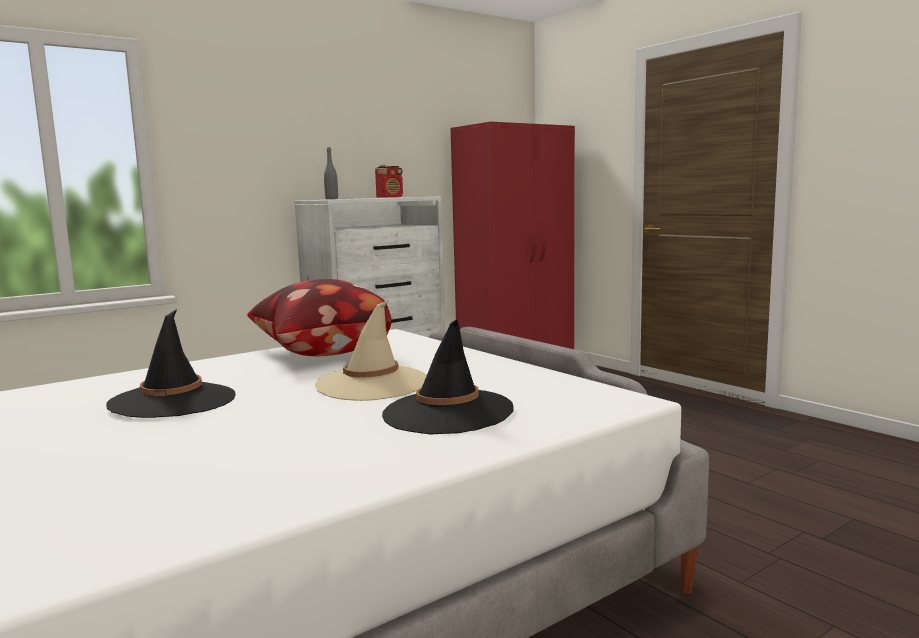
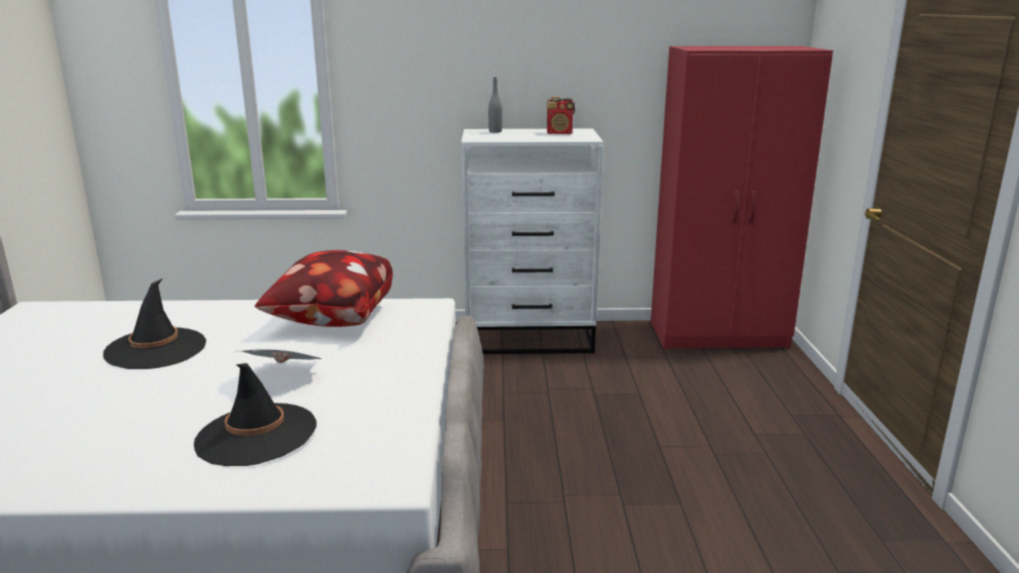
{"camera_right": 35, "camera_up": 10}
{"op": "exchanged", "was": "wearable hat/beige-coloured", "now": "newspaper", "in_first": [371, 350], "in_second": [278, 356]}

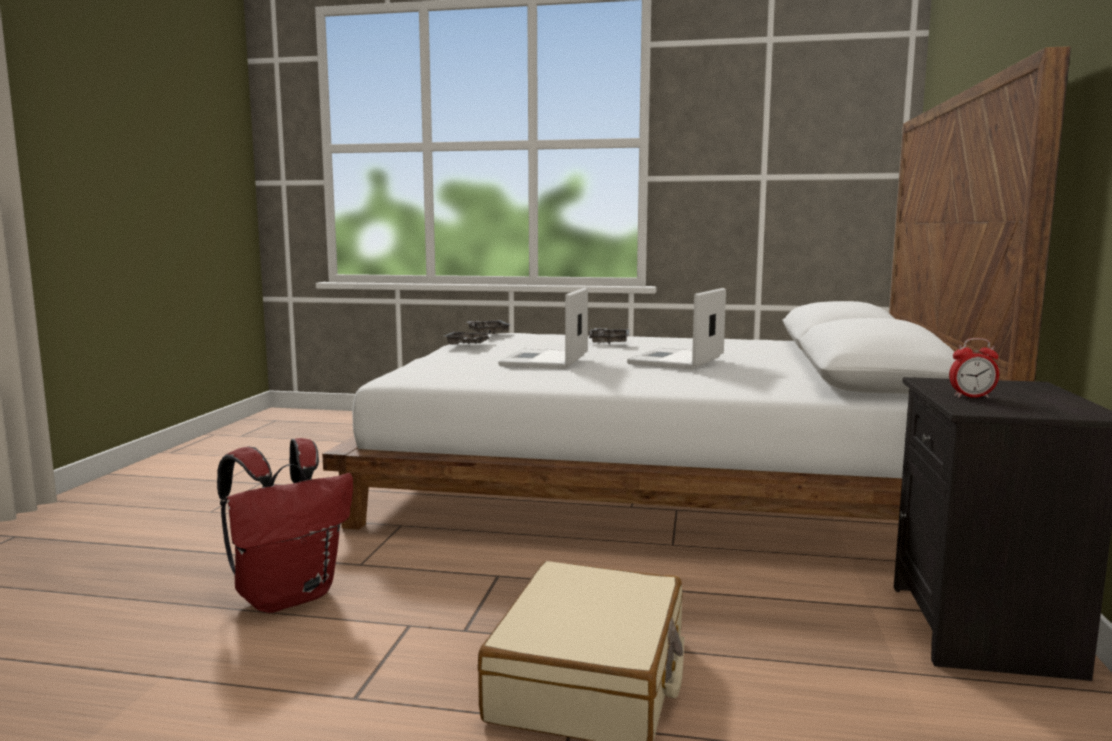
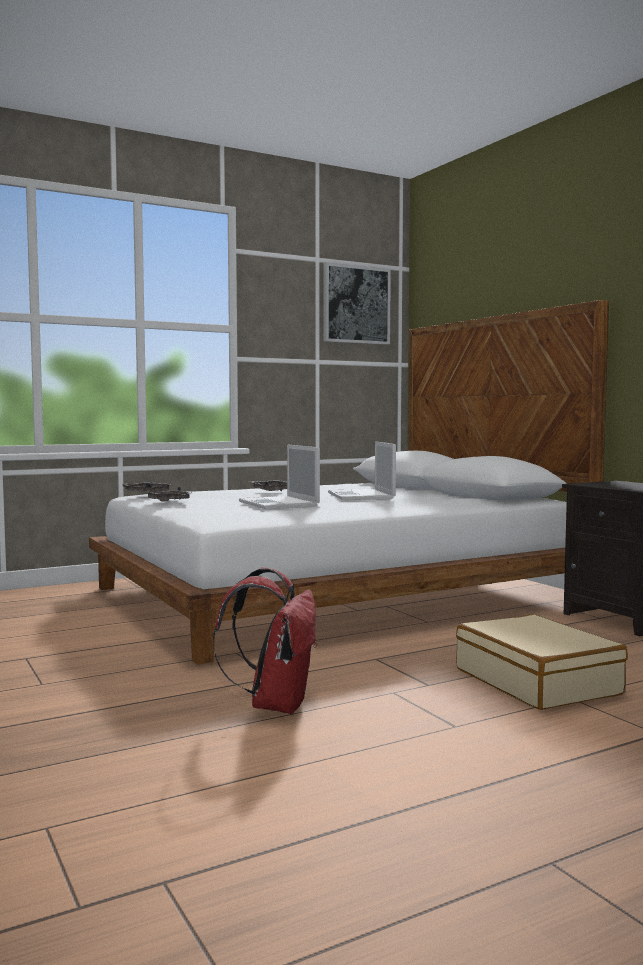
{"camera_right": -40, "camera_up": -5}
{"op": "missing", "was": "bedside clock", "in_first": [974, 368]}
{"op": "appeared", "now": "wall picture", "in_second": [357, 303]}

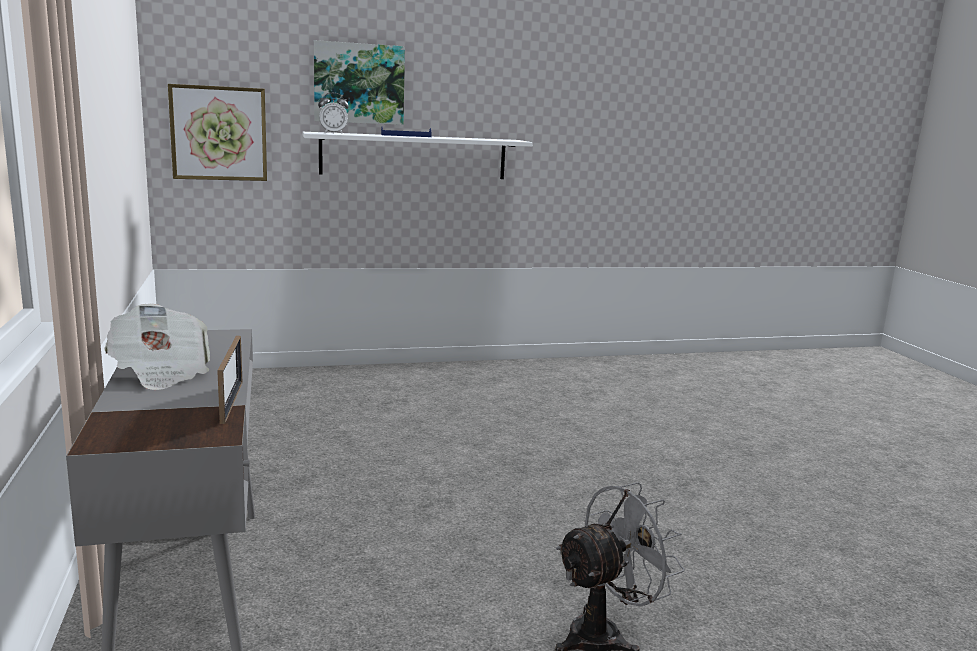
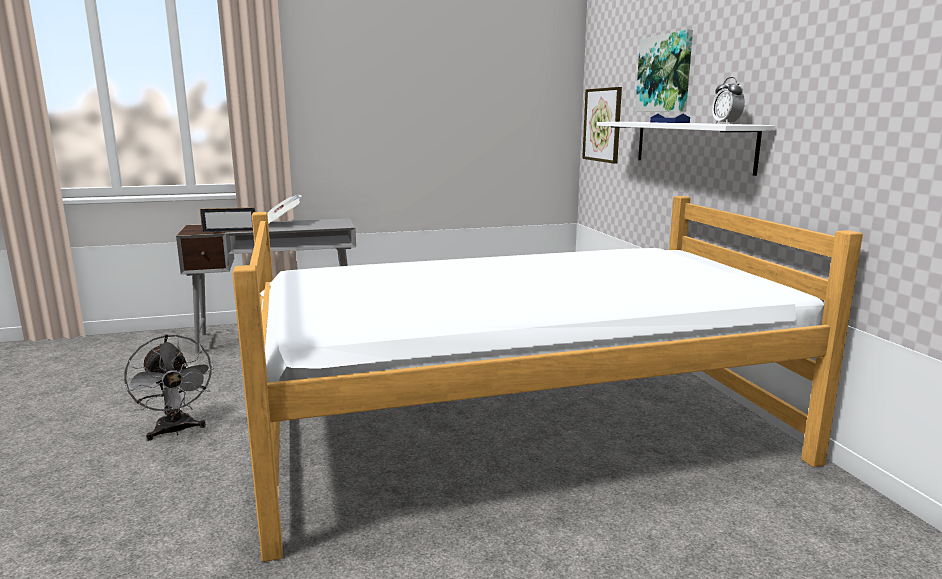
{"camera_right": 90, "camera_up": 0}
{"op": "relocated", "was": "bedside clock", "in_first": [333, 113], "in_second": [728, 100]}
{"op": "appeared", "now": "bed", "in_second": [547, 379]}

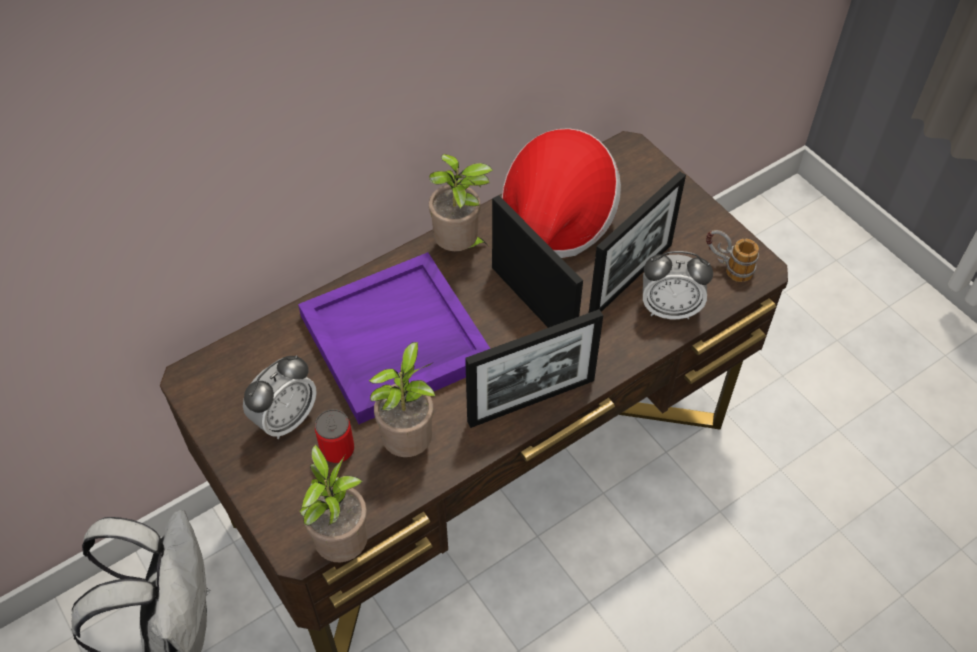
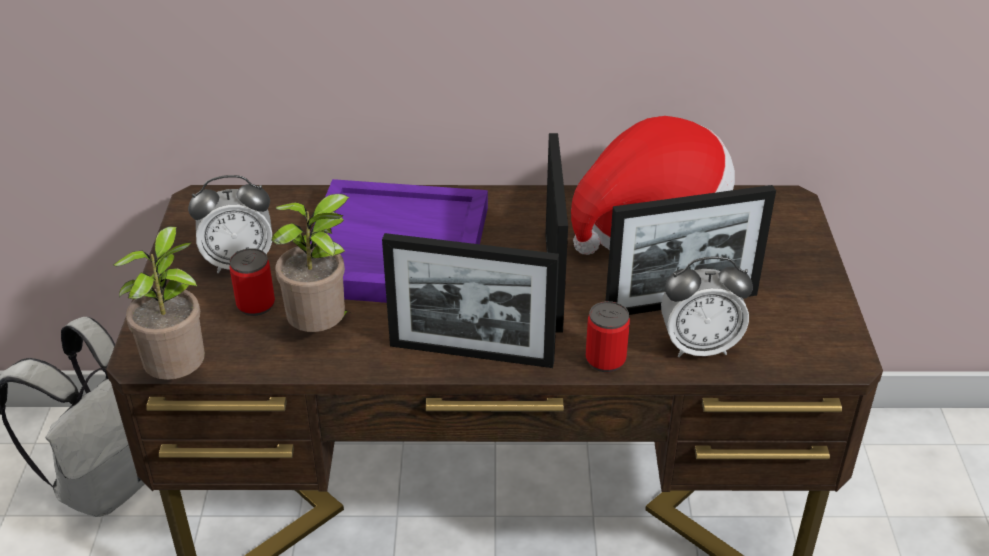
{"camera_right": 35, "camera_up": -15}
{"op": "missing", "was": "houseplant", "in_first": [461, 202]}
{"op": "missing", "was": "coffee mug", "in_first": [732, 256]}
{"op": "spun", "was": "bedside clock", "in_first": [678, 285], "in_second": [707, 306], "clockwise": -45}
{"op": "appeared", "now": "sealed can", "in_second": [608, 336]}

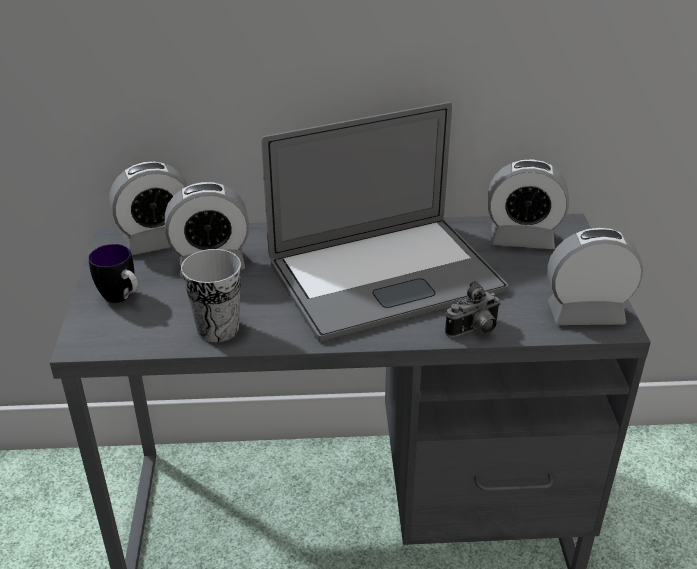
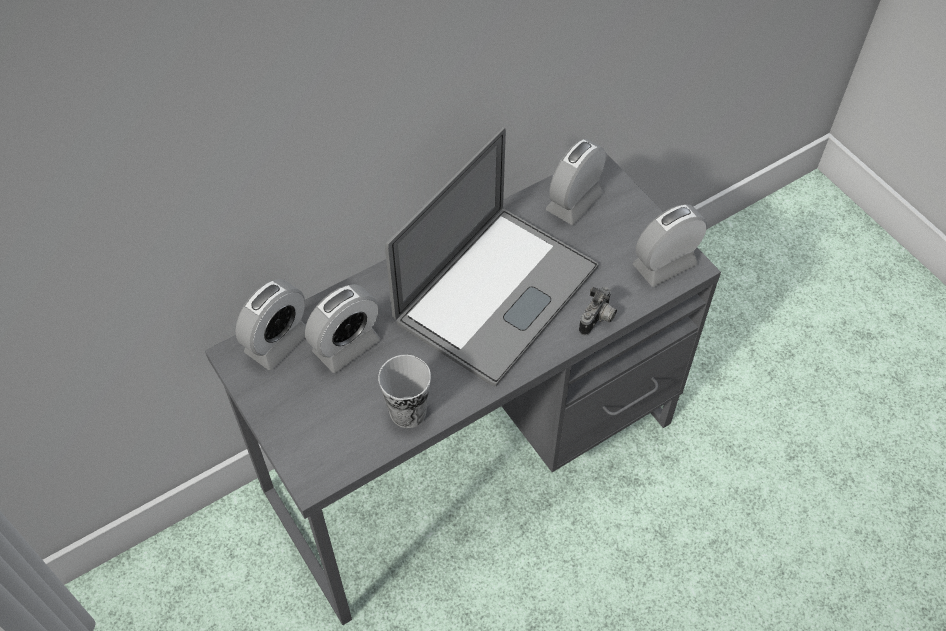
{"camera_right": -30, "camera_up": 20}
{"op": "spun", "was": "bedside clock", "in_first": [528, 204], "in_second": [576, 182], "clockwise": 150}
{"op": "missing", "was": "coffee mug", "in_first": [113, 273]}

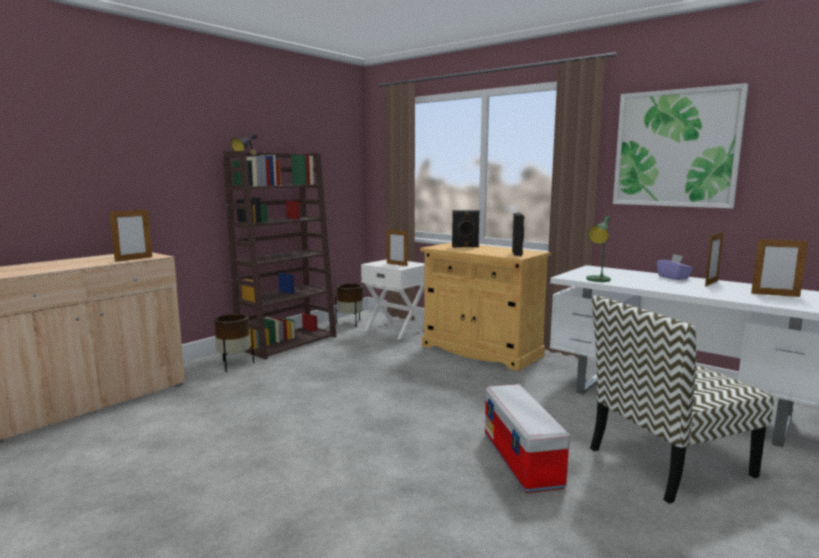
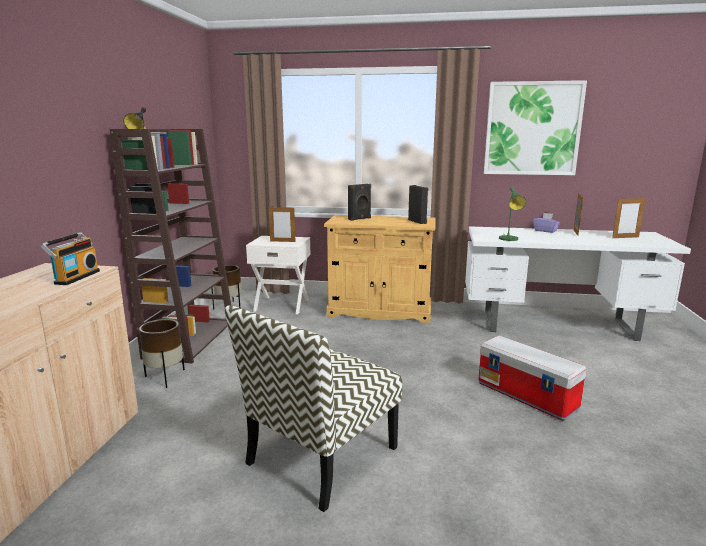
{"camera_right": -30, "camera_up": 5}
{"op": "exchanged", "was": "picture frame", "now": "radio receiver", "in_first": [131, 236], "in_second": [70, 258]}
{"op": "relocated", "was": "chair", "in_first": [682, 399], "in_second": [313, 408]}

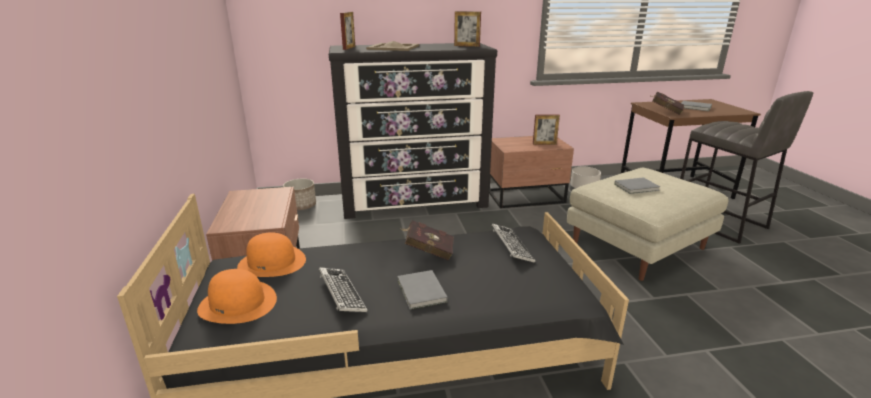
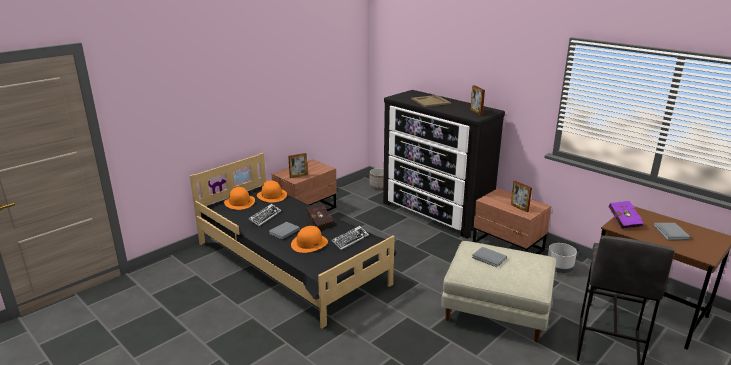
{"camera_right": 55, "camera_up": 0}
{"op": "relocated", "was": "picture frame", "in_first": [347, 31], "in_second": [298, 165]}
{"op": "colour", "was": "bound book/red", "now": "bound book/purplish", "in_first": [666, 103], "in_second": [626, 215]}
{"op": "appeared", "now": "wearable hat/orange-coloured", "in_second": [309, 239]}

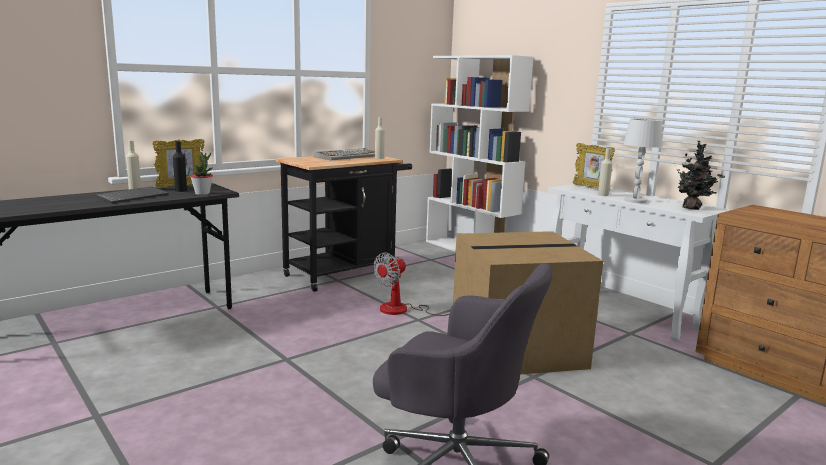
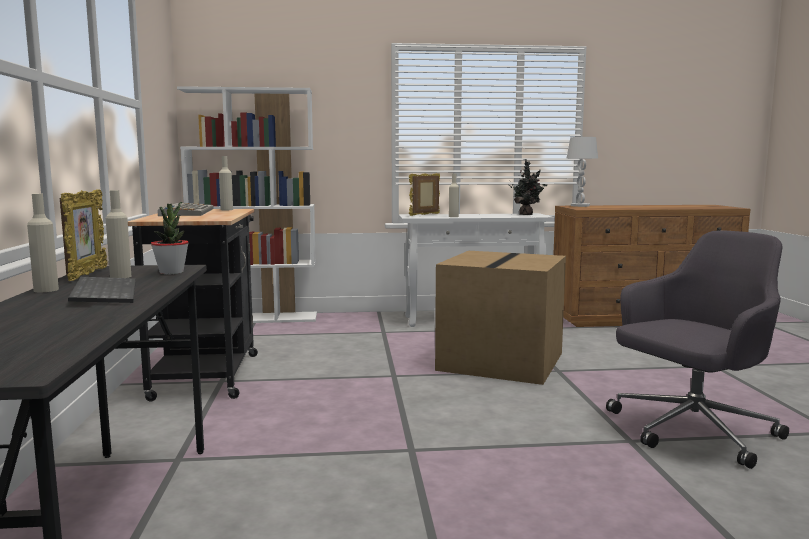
{"camera_right": -55, "camera_up": -5}
{"op": "relocated", "was": "tabletop lamp/white", "in_first": [642, 161], "in_second": [582, 172]}
{"op": "colour", "was": "drink bottle/black-coloured", "now": "drink bottle/beige-coloured", "in_first": [180, 166], "in_second": [118, 234]}
{"op": "spun", "was": "picture frame", "in_first": [594, 167], "in_second": [424, 194], "clockwise": 135}
{"op": "missing", "was": "electric fan", "in_first": [411, 284]}

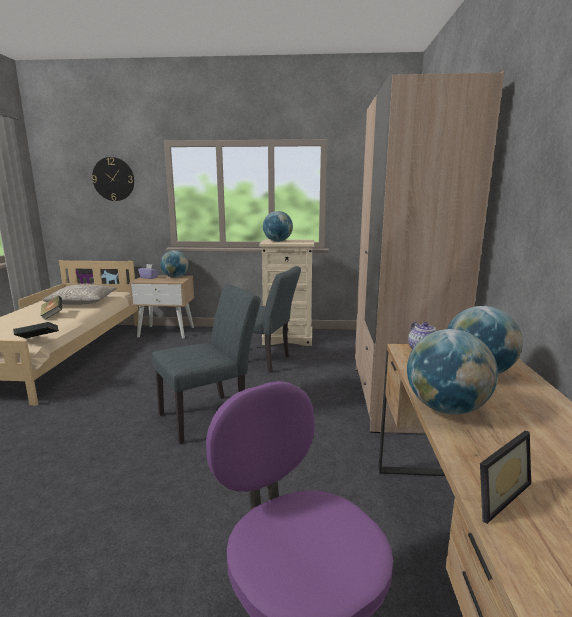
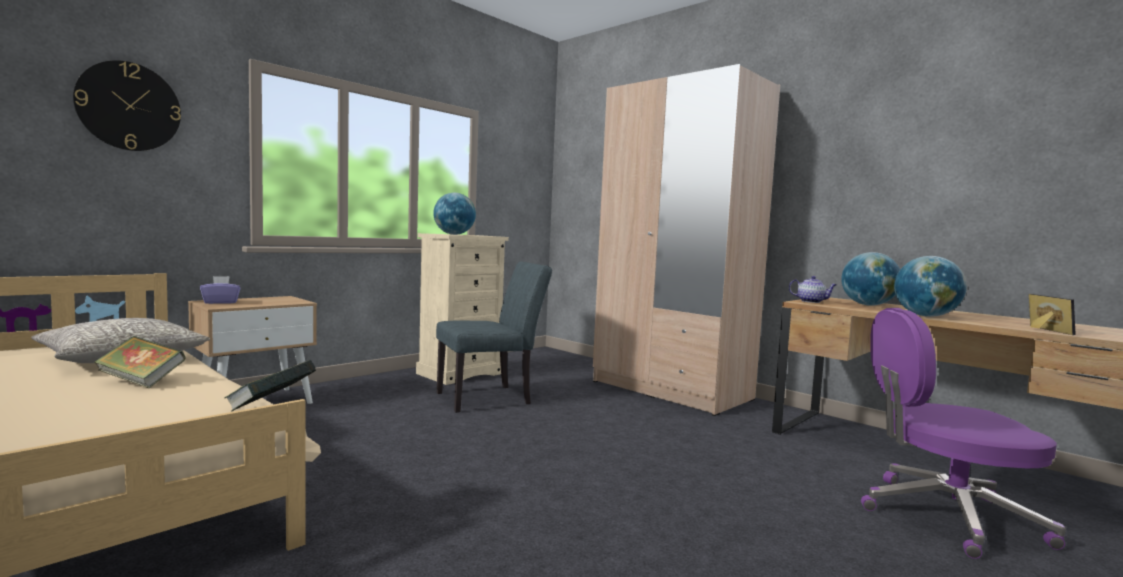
{"camera_right": -50, "camera_up": -10}
{"op": "missing", "was": "world globe", "in_first": [174, 264]}
{"op": "missing", "was": "chair/greyish", "in_first": [206, 364]}

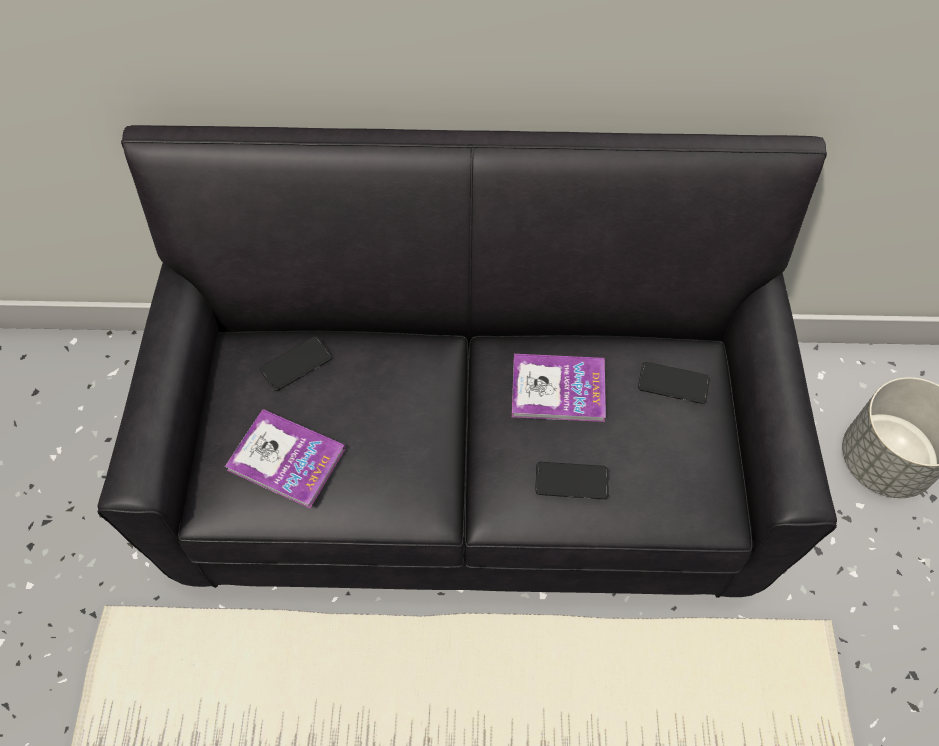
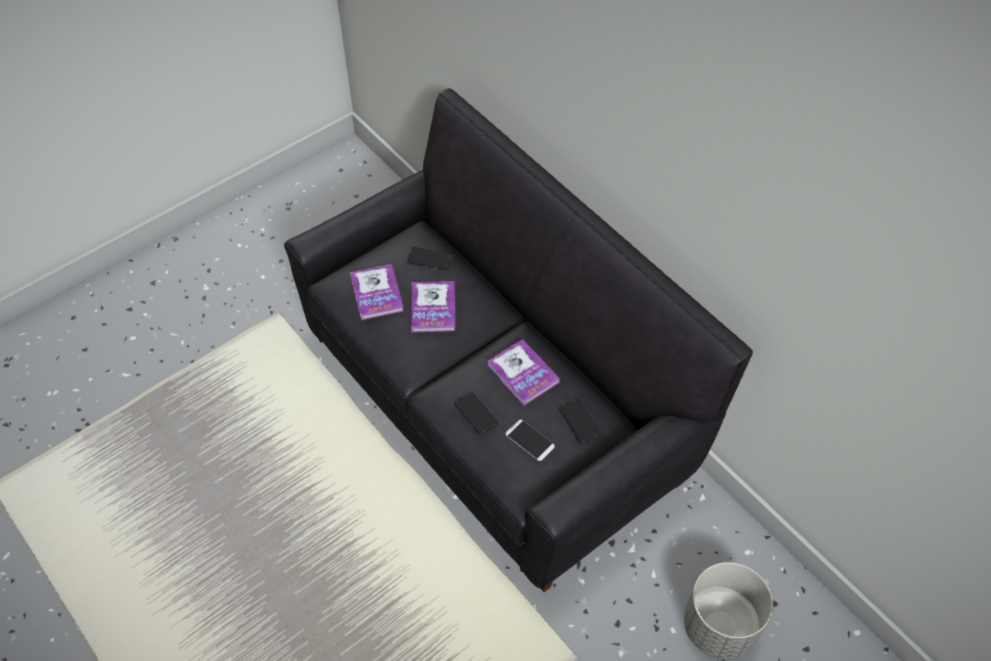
{"camera_right": 50, "camera_up": -5}
{"op": "appeared", "now": "bound book", "in_second": [433, 307]}
{"op": "appeared", "now": "phone", "in_second": [530, 440]}

